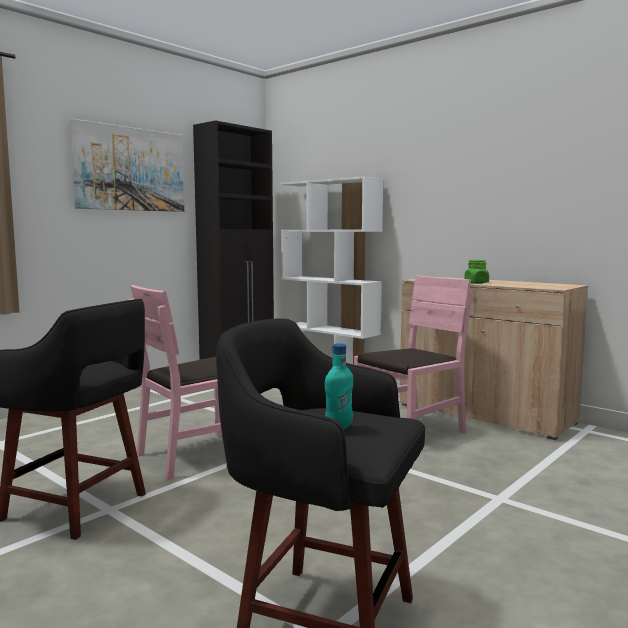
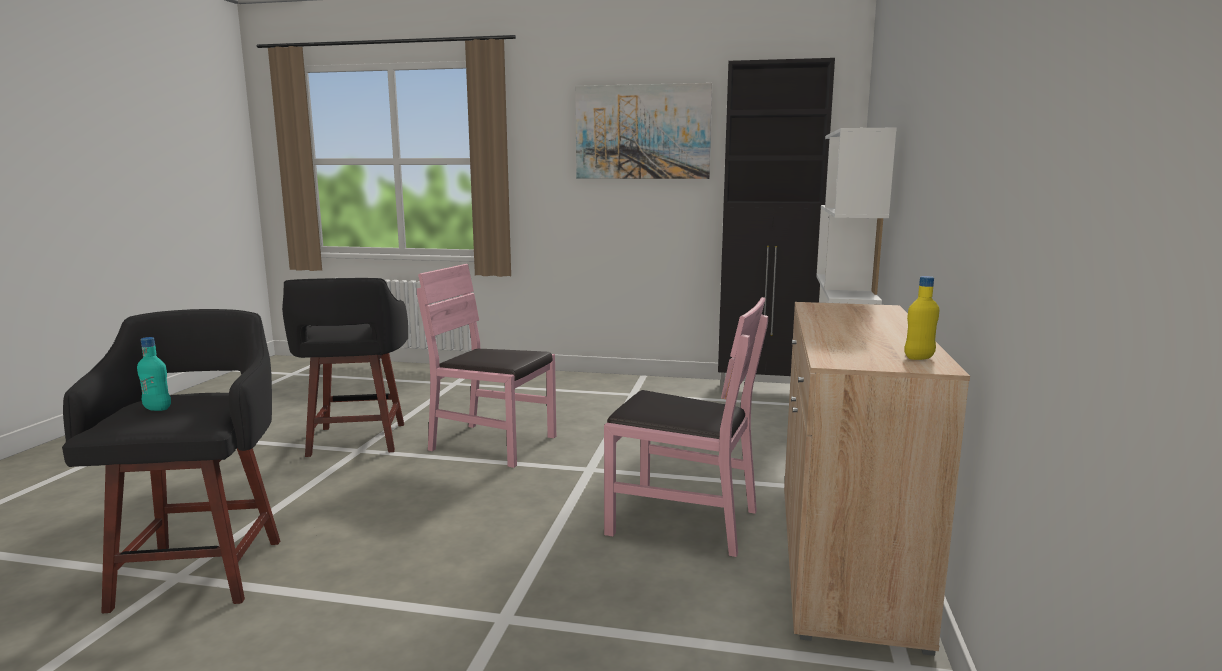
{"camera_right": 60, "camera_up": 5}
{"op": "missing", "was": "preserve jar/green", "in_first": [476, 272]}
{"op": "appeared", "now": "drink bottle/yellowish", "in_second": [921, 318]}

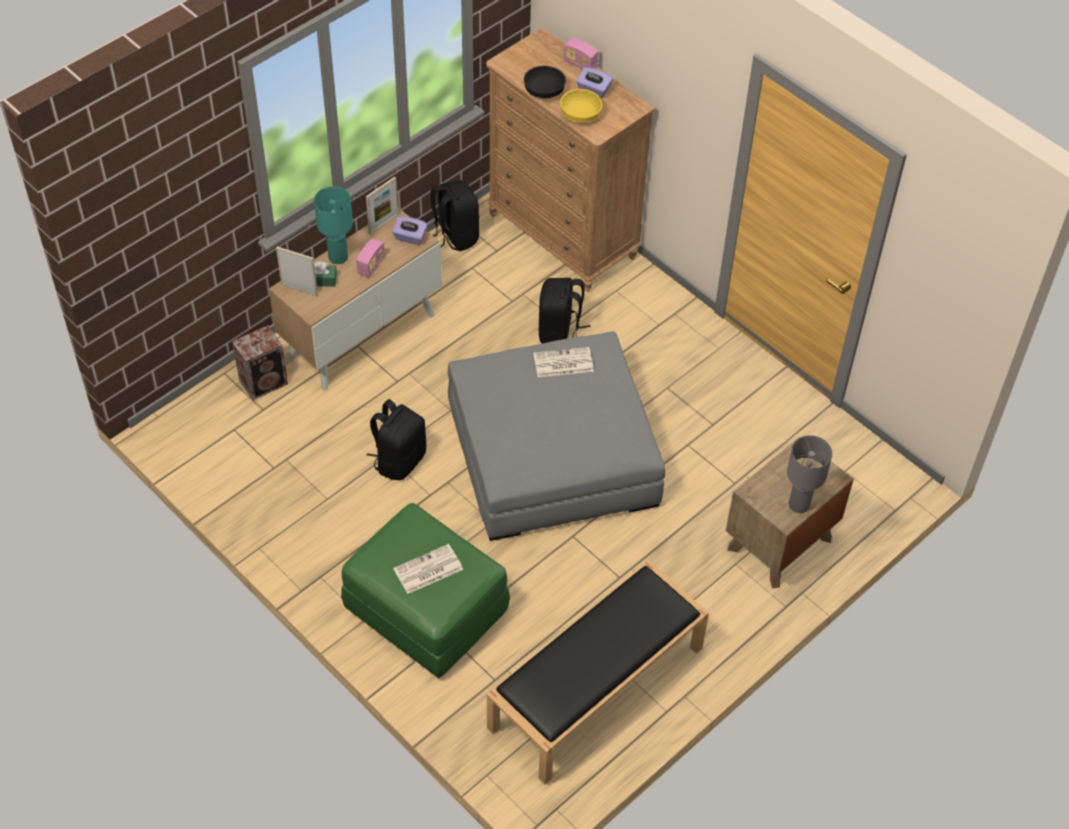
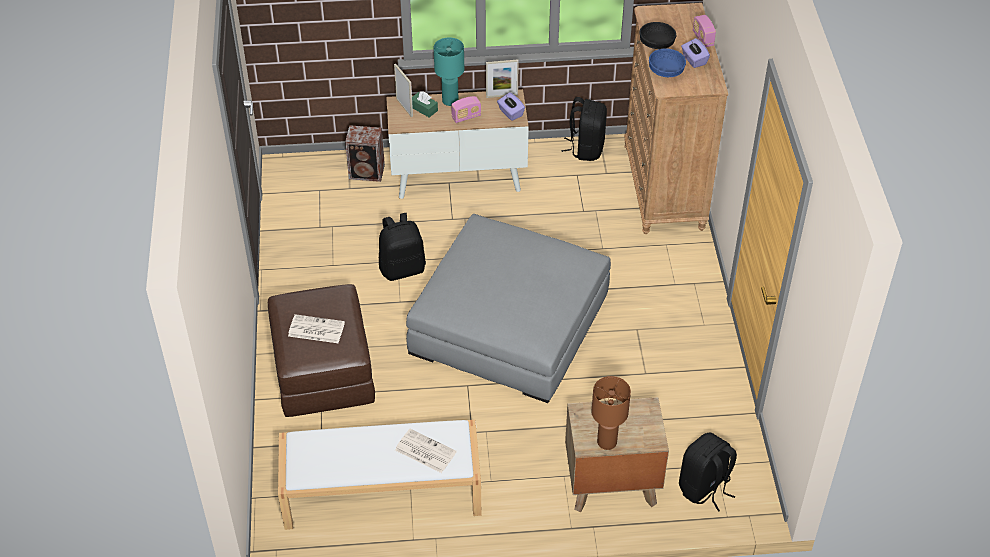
{"camera_right": 40, "camera_up": -5}
{"op": "colour", "was": "bowl/yellowish", "now": "bowl/blue-coloured", "in_first": [581, 106], "in_second": [667, 62]}
{"op": "relocated", "was": "knapsack/black-coloured", "in_first": [565, 310], "in_second": [708, 472]}
{"op": "relocated", "was": "newspaper", "in_first": [564, 362], "in_second": [426, 451]}
{"op": "colour", "was": "tabletop lamp/greyish", "now": "tabletop lamp/brown", "in_first": [809, 474], "in_second": [611, 413]}
{"op": "colour", "was": "ottoman/green", "now": "ottoman/brown", "in_first": [425, 590], "in_second": [321, 350]}
{"op": "colour", "was": "long seat/black-coloured", "now": "long seat/white", "in_first": [598, 673], "in_second": [379, 475]}

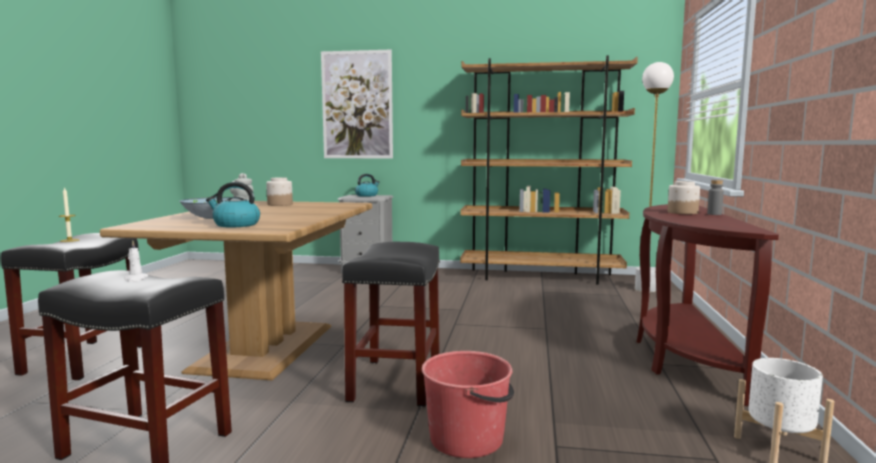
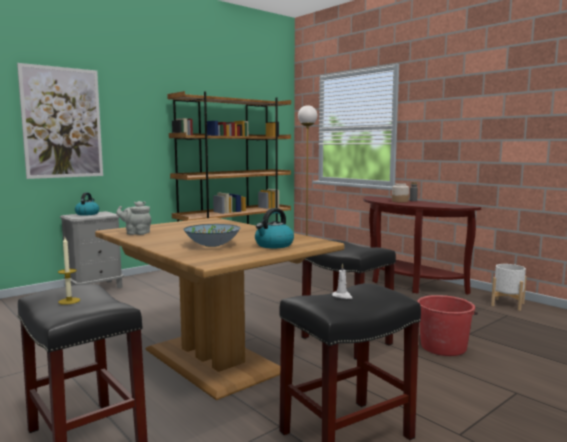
{"camera_right": -50, "camera_up": 0}
{"op": "missing", "was": "preserve jar", "in_first": [279, 191]}

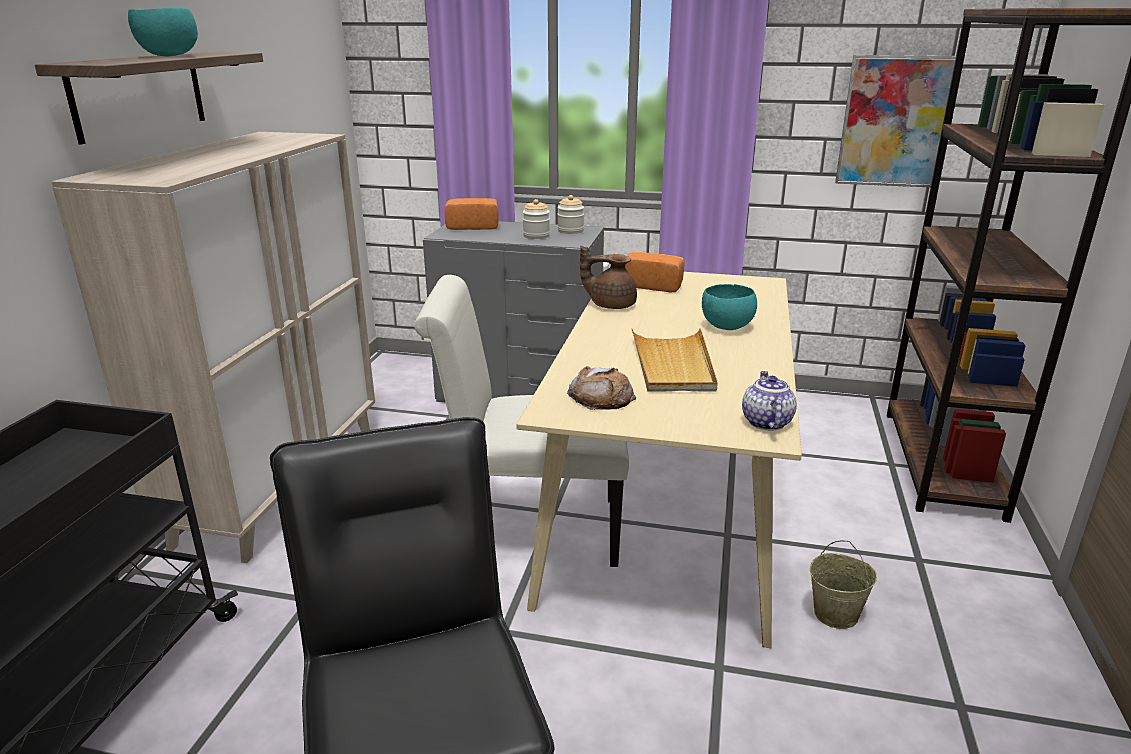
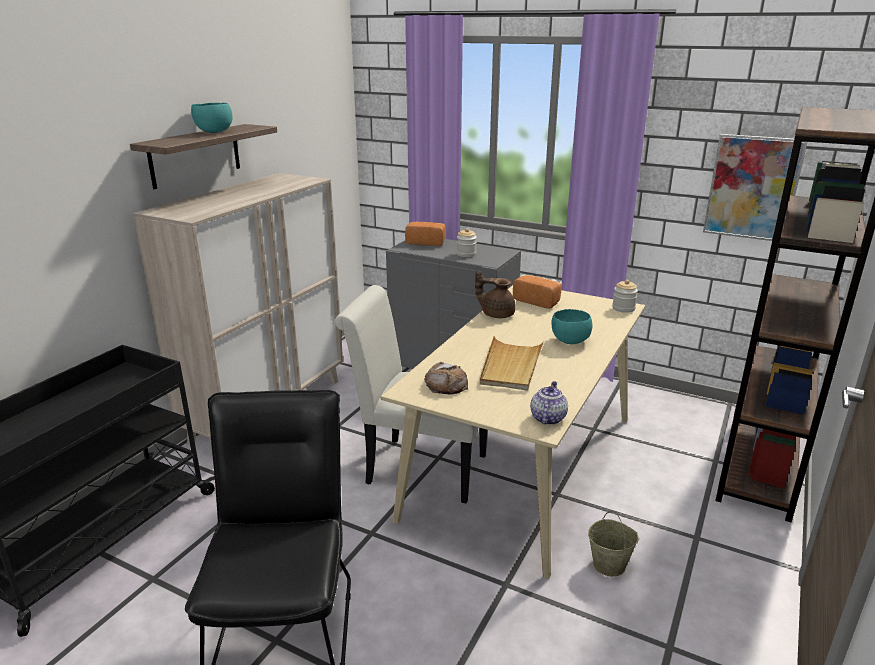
{"camera_right": 15, "camera_up": 0}
{"op": "relocated", "was": "preserve jar", "in_first": [571, 214], "in_second": [625, 296]}

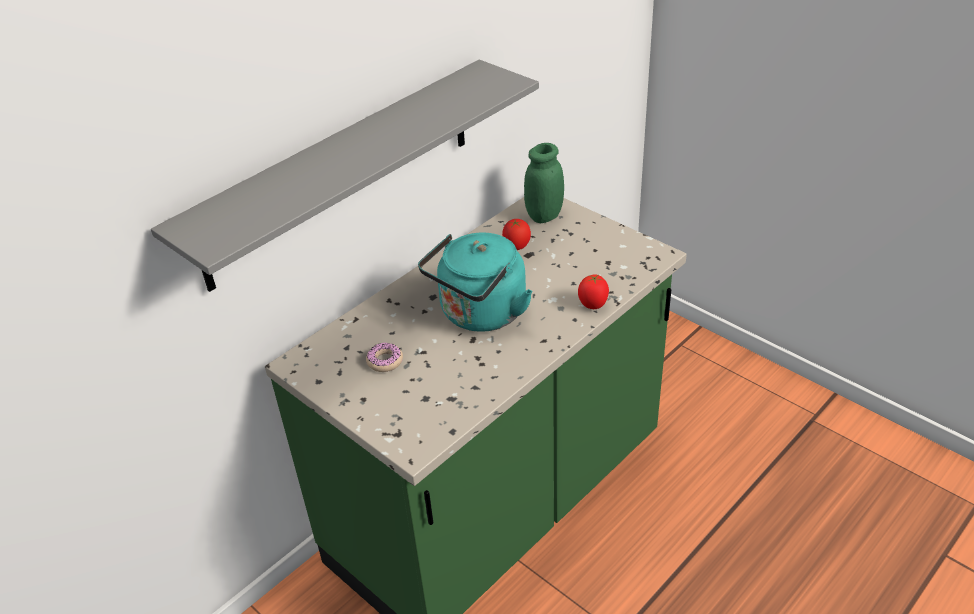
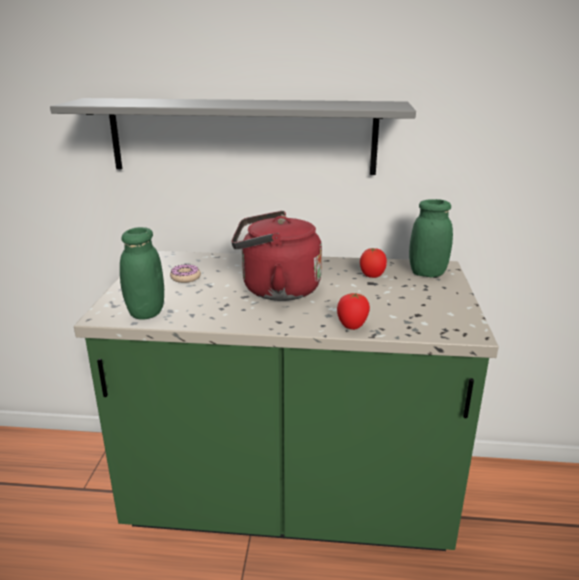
{"camera_right": 50, "camera_up": -15}
{"op": "colour", "was": "kettle/blue-green", "now": "kettle/red", "in_first": [475, 282], "in_second": [276, 256]}
{"op": "appeared", "now": "preserve jar/green", "in_second": [142, 273]}

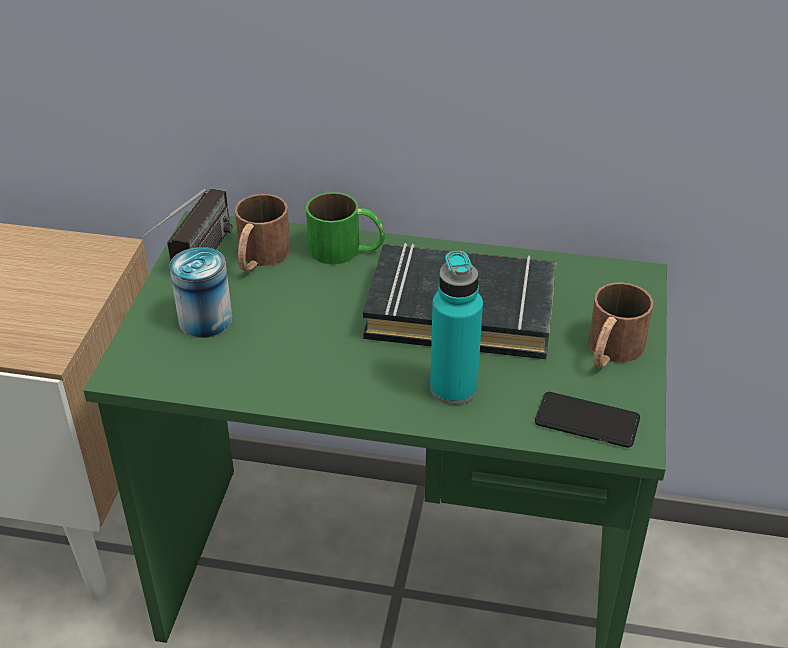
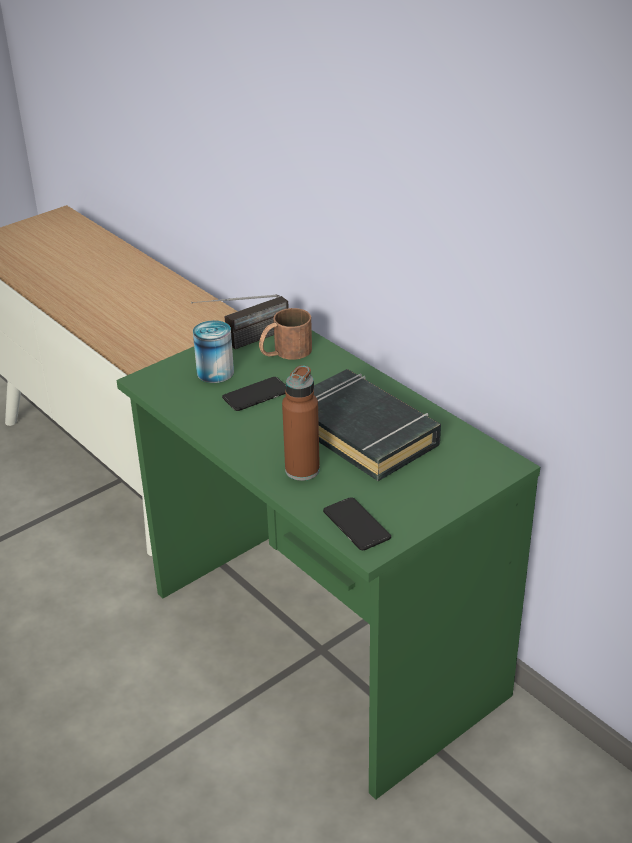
{"camera_right": 40, "camera_up": -5}
{"op": "missing", "was": "coffee mug/green", "in_first": [345, 228]}
{"op": "colour", "was": "drink bottle/blue-green", "now": "drink bottle/brown", "in_first": [456, 328], "in_second": [301, 423]}
{"op": "missing", "was": "coffee mug/brown", "in_first": [620, 325]}
{"op": "appeared", "now": "phone", "in_second": [254, 394]}

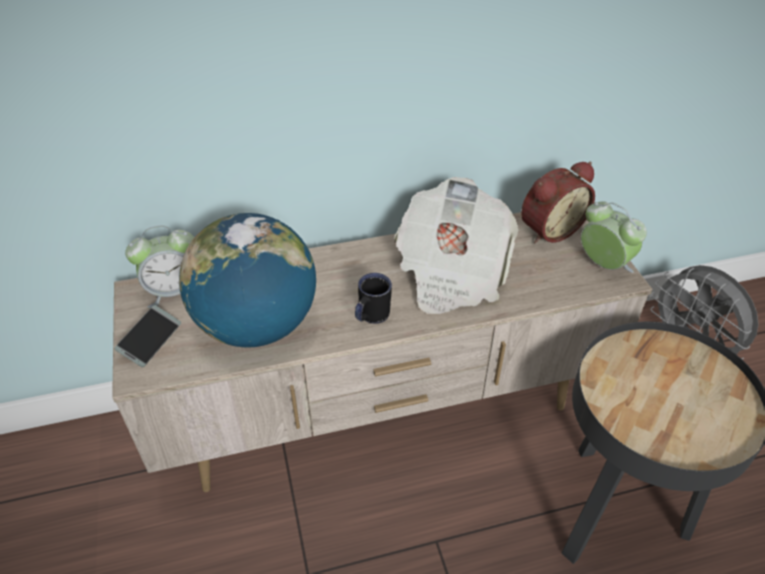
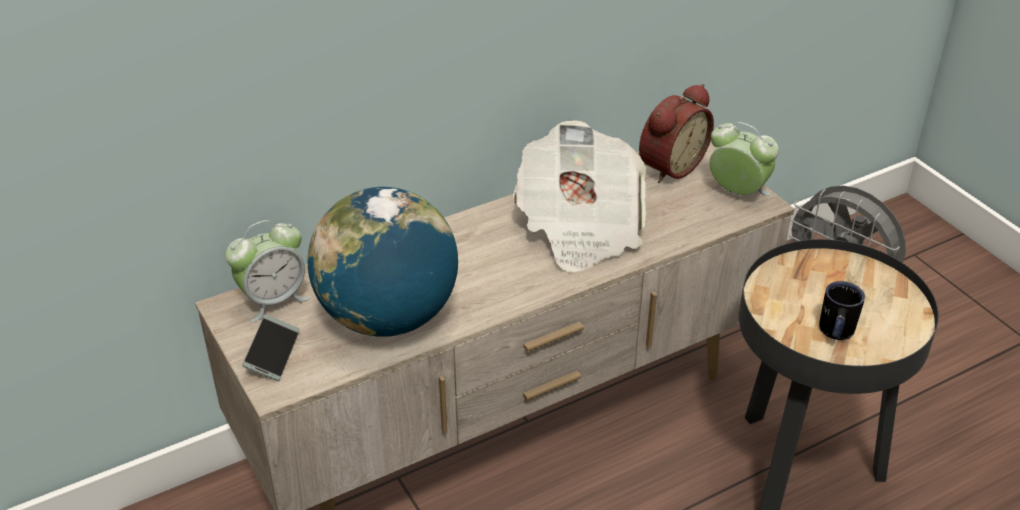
{"camera_right": -15, "camera_up": -5}
{"op": "relocated", "was": "coffee mug/black-coloured", "in_first": [373, 298], "in_second": [842, 310]}

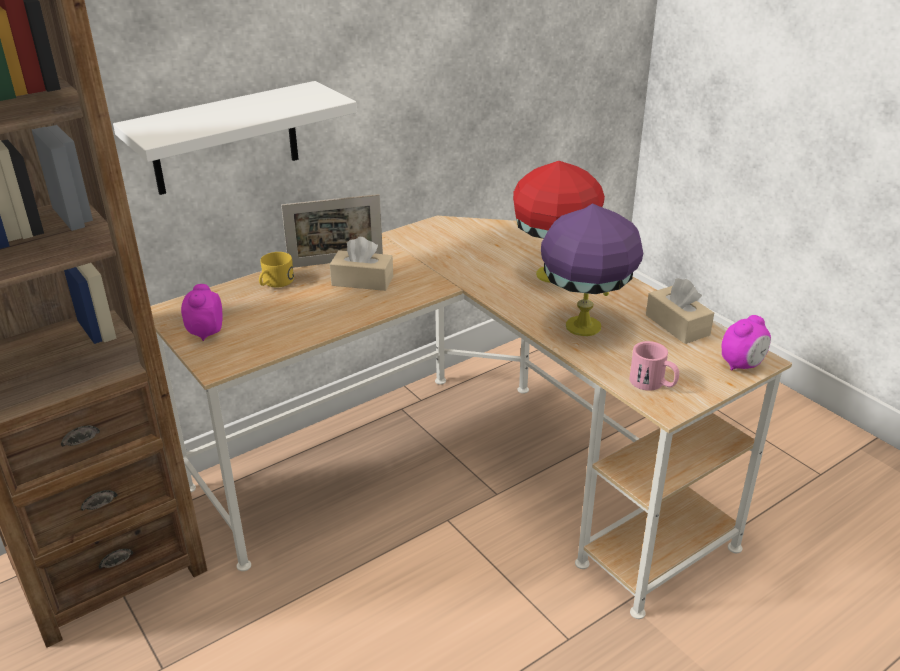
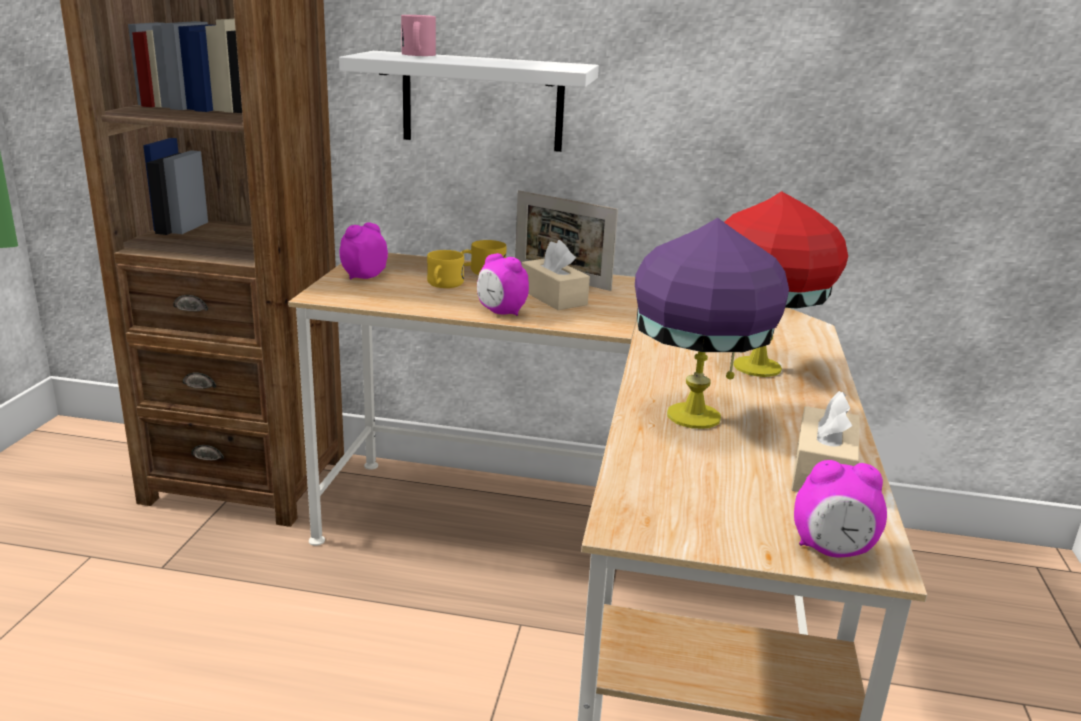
{"camera_right": 45, "camera_up": -10}
{"op": "relocated", "was": "coffee mug/pink-coloured", "in_first": [654, 366], "in_second": [418, 35]}
{"op": "appeared", "now": "coffee mug/yellowish", "in_second": [445, 269]}
{"op": "appeared", "now": "bedside clock", "in_second": [503, 284]}

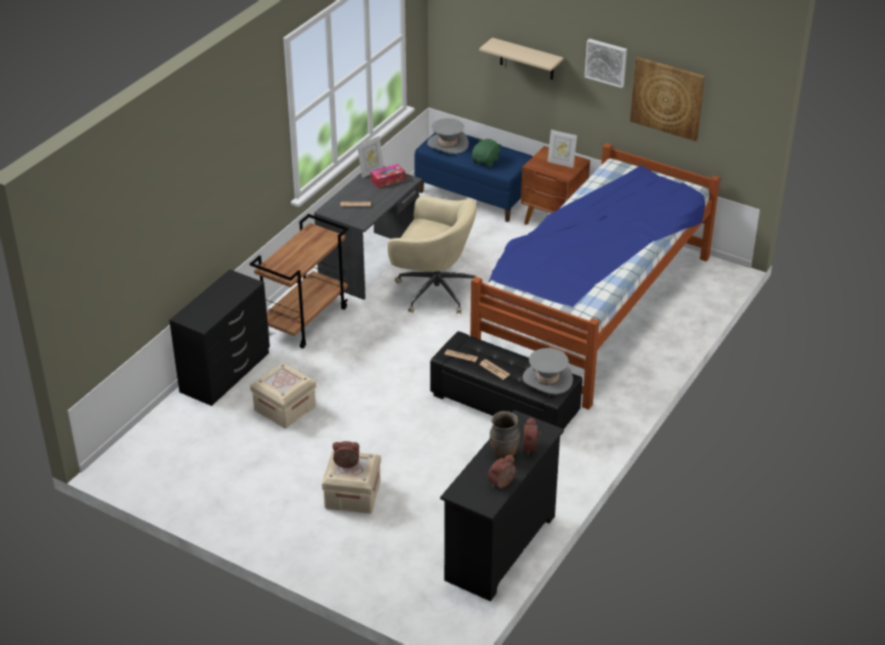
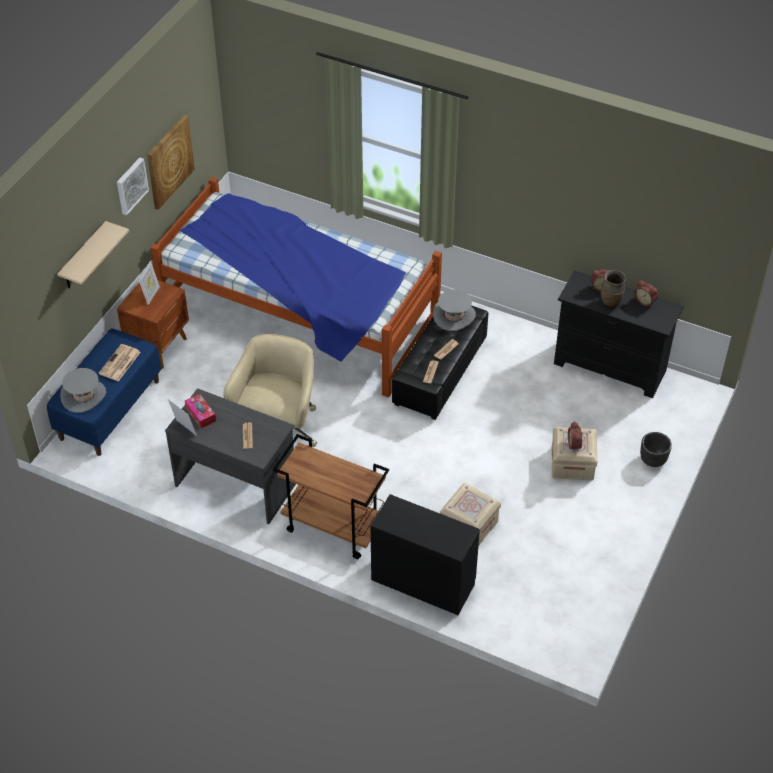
{"camera_right": -95, "camera_up": 10}
{"op": "exchanged", "was": "soft toy/green", "now": "newspaper", "in_first": [487, 152], "in_second": [120, 362]}
{"op": "appeared", "now": "flower pot/black-coloured", "in_second": [656, 449]}

